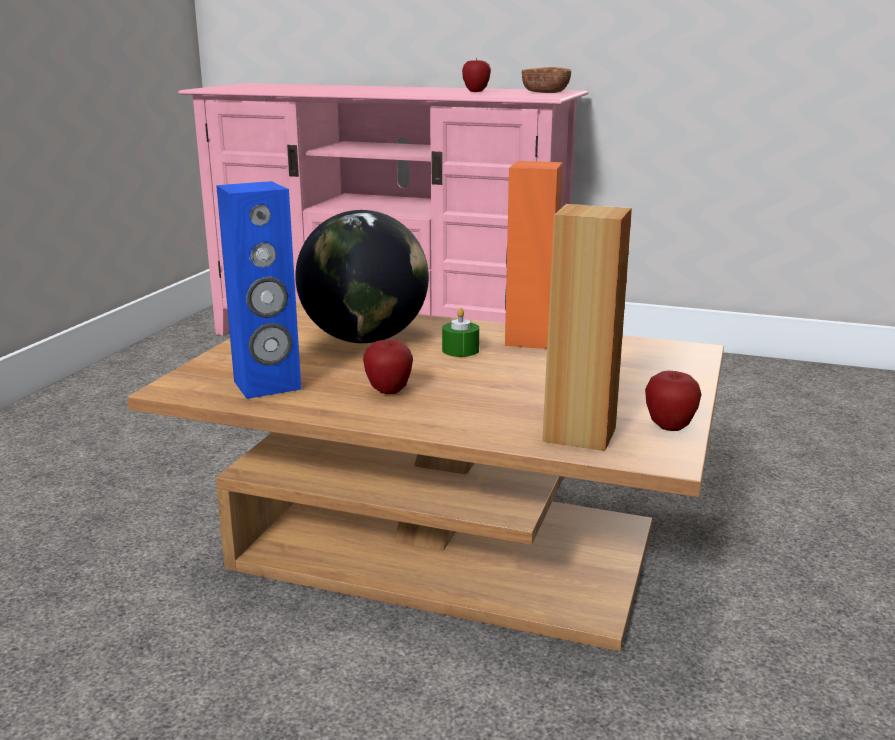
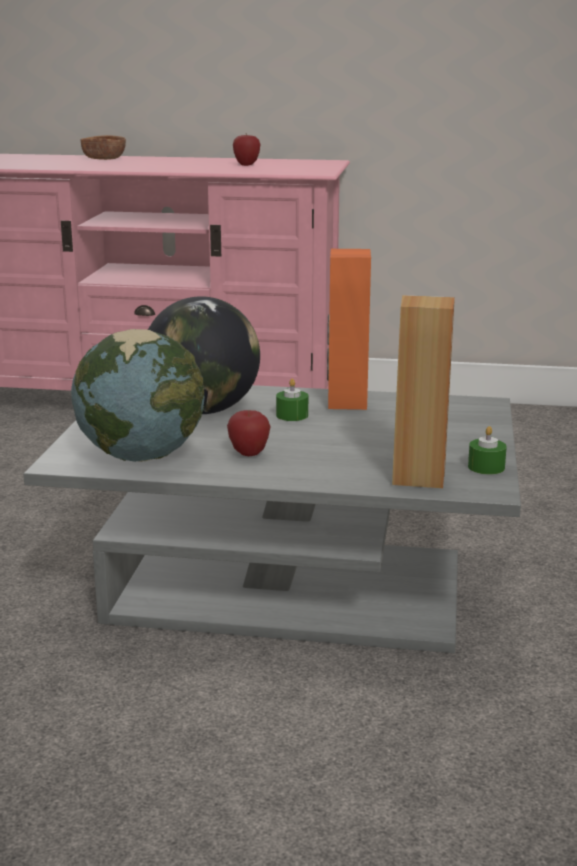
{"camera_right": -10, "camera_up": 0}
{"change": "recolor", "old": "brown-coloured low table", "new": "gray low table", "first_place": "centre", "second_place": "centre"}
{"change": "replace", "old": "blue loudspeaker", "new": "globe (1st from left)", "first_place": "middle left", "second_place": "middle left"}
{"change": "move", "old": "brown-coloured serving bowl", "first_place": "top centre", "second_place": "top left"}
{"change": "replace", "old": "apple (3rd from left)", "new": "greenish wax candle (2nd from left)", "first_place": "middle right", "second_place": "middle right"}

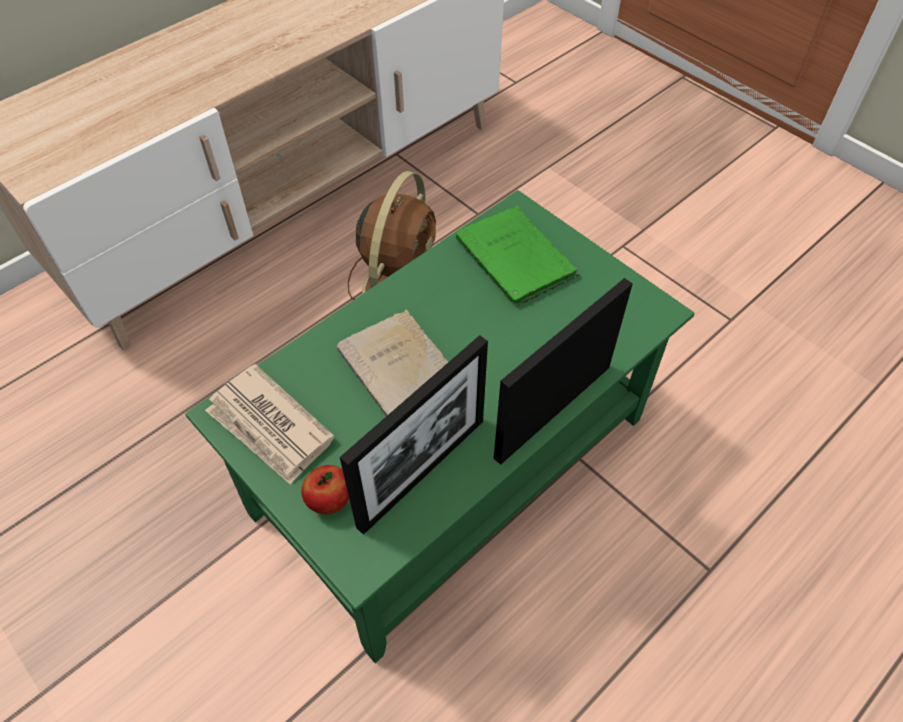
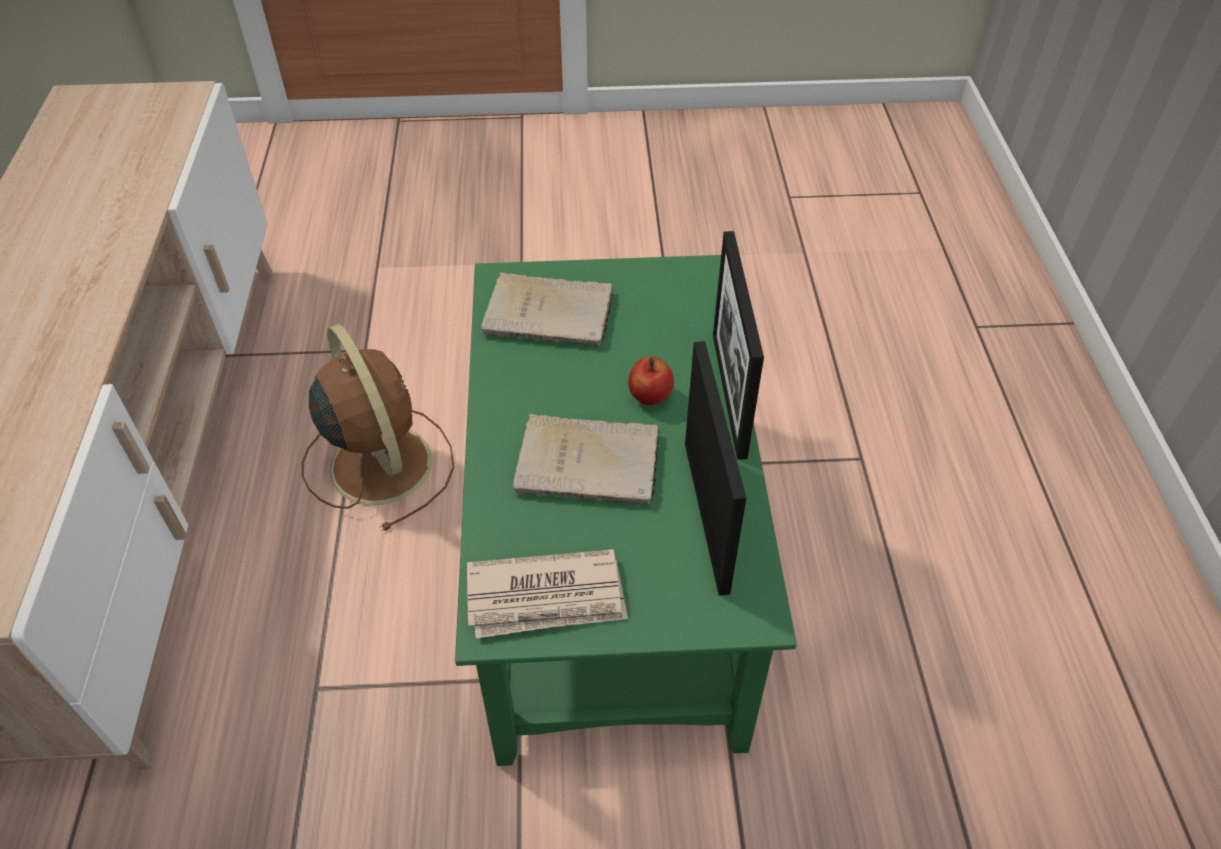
{"camera_right": -50, "camera_up": -5}
{"change": "move", "old": "apple", "first_place": "bottom centre", "second_place": "centre"}
{"change": "recolor", "old": "greenish bound book", "new": "sand-coloured bound book (1st from left)", "first_place": "centre", "second_place": "centre"}

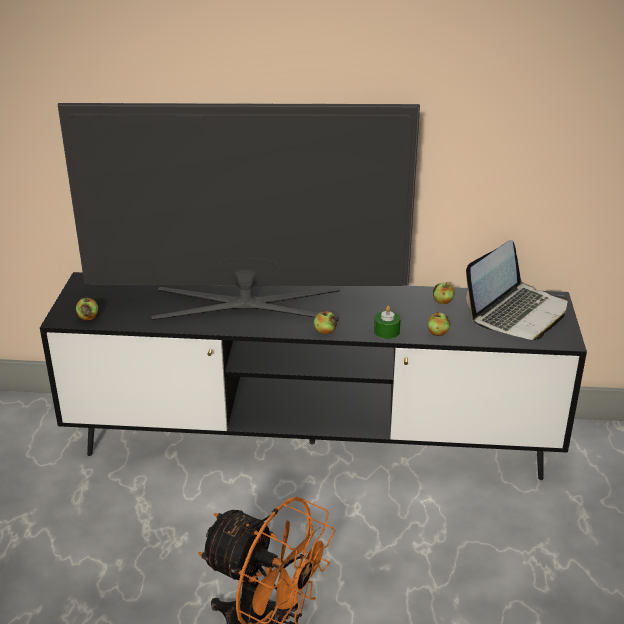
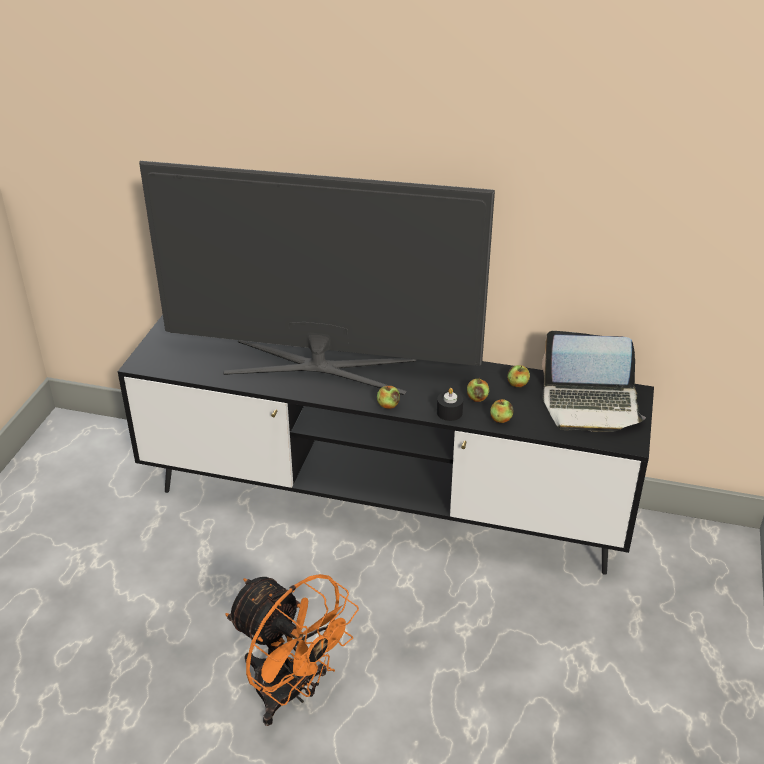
{"camera_right": 10, "camera_up": 5}
{"change": "move", "old": "apple (1st from left in the first image)", "new": "apple (2nd from left)", "first_place": "middle left", "second_place": "centre"}
{"change": "recolor", "old": "greenish wax candle", "new": "blackish wax candle", "first_place": "centre", "second_place": "centre"}
{"change": "rotate", "old": "laptop", "first_place": "middle right", "second_place": "middle right", "degrees": 45}

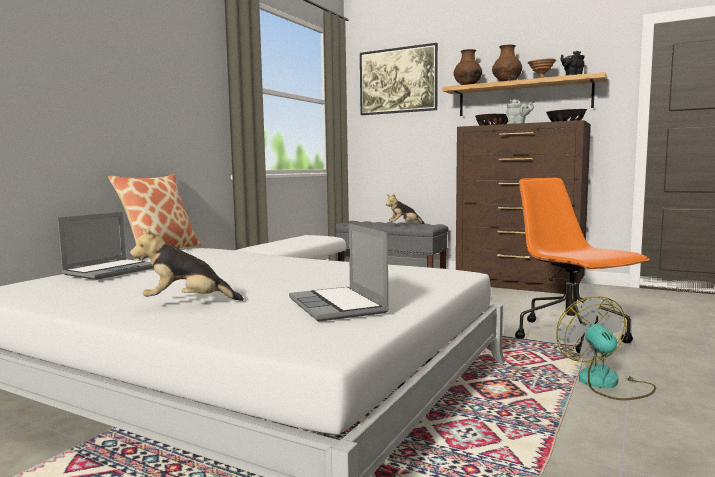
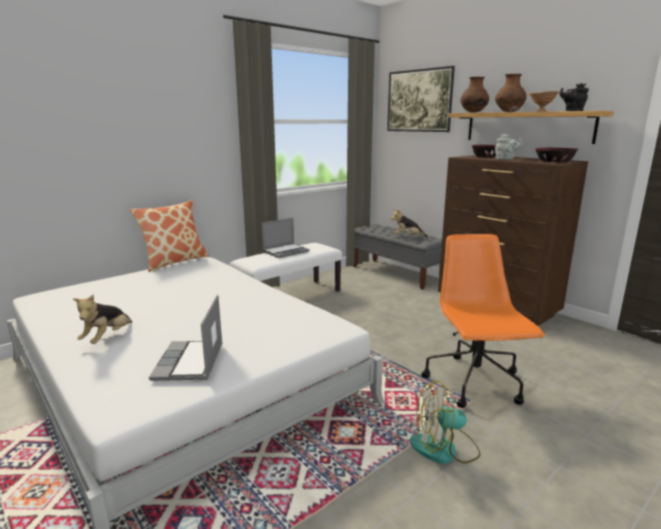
{"camera_right": 20, "camera_up": 10}
{"change": "move", "old": "laptop (1st from left in the first image)", "new": "laptop (2nd from left)", "first_place": "middle left", "second_place": "centre"}
{"change": "rotate", "old": "plush toy (1st from left)", "first_place": "middle left", "second_place": "middle left", "degrees": -90}
{"change": "rotate", "old": "electric fan", "first_place": "bottom right", "second_place": "bottom right", "degrees": -105}

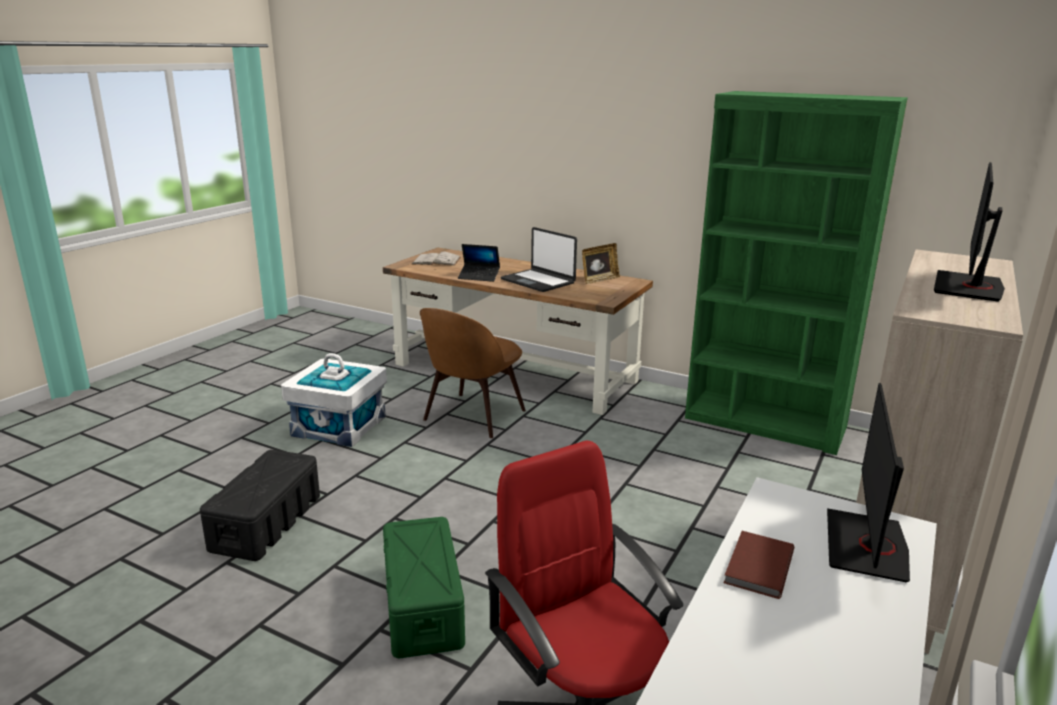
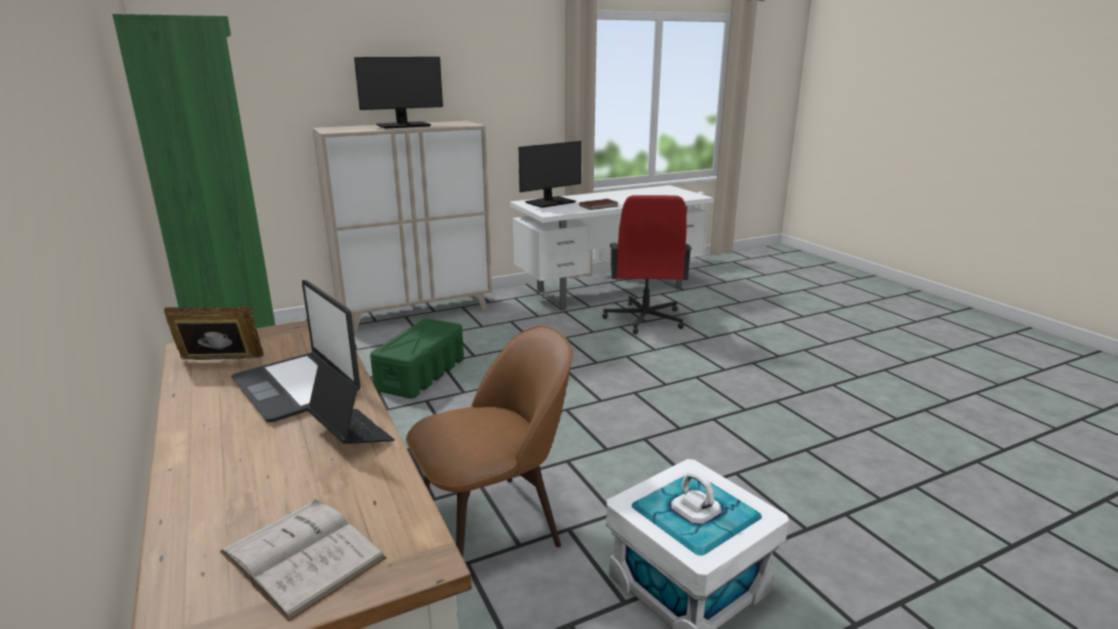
{"camera_right": -145, "camera_up": 0}
{"change": "delete", "old": "blackish storage container", "first_place": "bottom left"}
{"change": "move", "old": "greenish storage container", "first_place": "bottom centre", "second_place": "centre"}
{"change": "rotate", "old": "laptop (2nd from left in the first image)", "first_place": "centre", "second_place": "middle left", "degrees": 150}

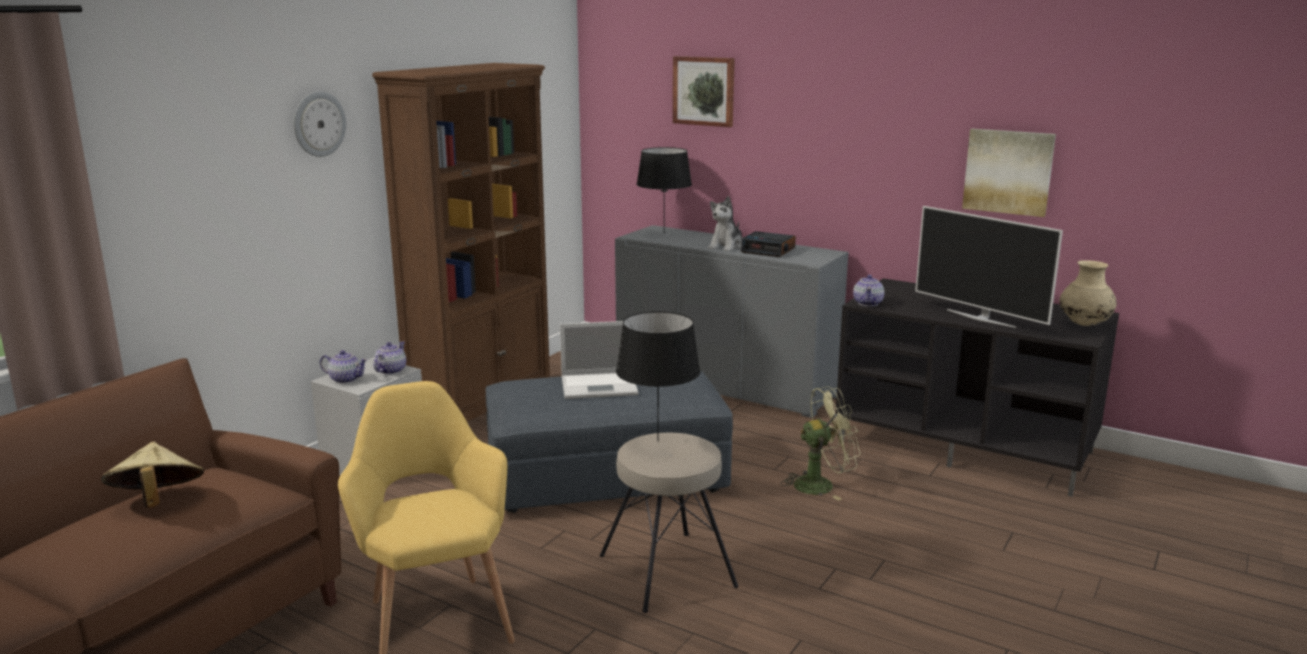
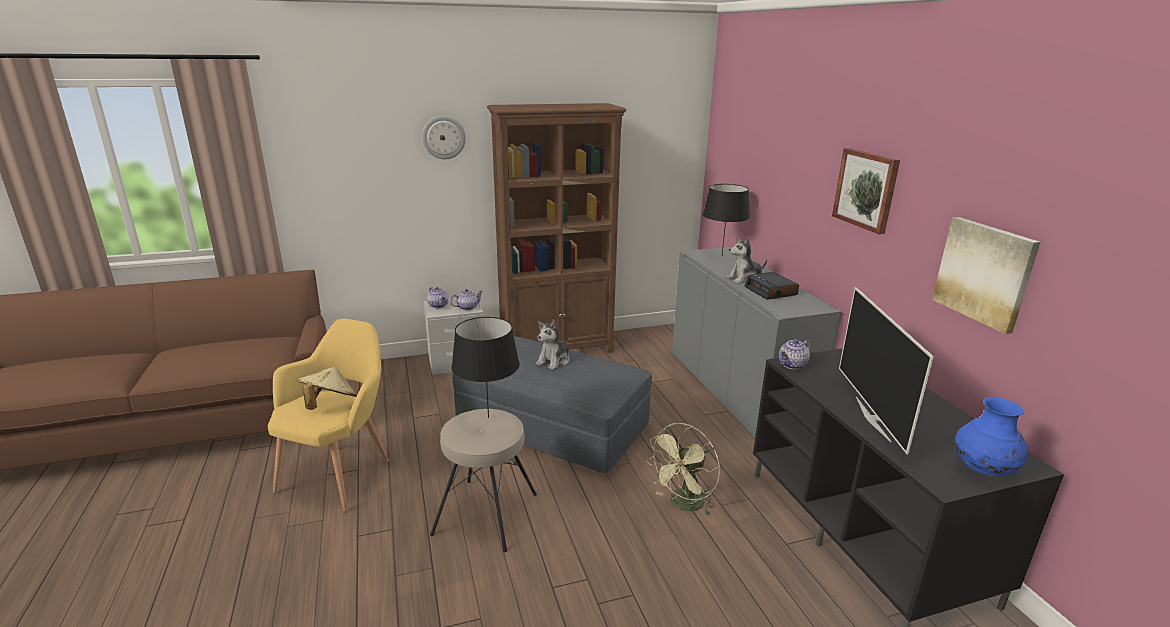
{"camera_right": 40, "camera_up": 5}
{"change": "move", "old": "sand-coloured hat", "first_place": "bottom left", "second_place": "middle left"}
{"change": "replace", "old": "laptop", "new": "plush toy (1st from left)", "first_place": "centre", "second_place": "centre"}
{"change": "move", "old": "wall art (1st from left)", "first_place": "top centre", "second_place": "top right"}
{"change": "rotate", "old": "greenish electric fan", "first_place": "bottom centre", "second_place": "bottom centre", "degrees": 105}
{"change": "recolor", "old": "sand-coloured vase", "new": "blue vase", "first_place": "middle right", "second_place": "bottom right"}

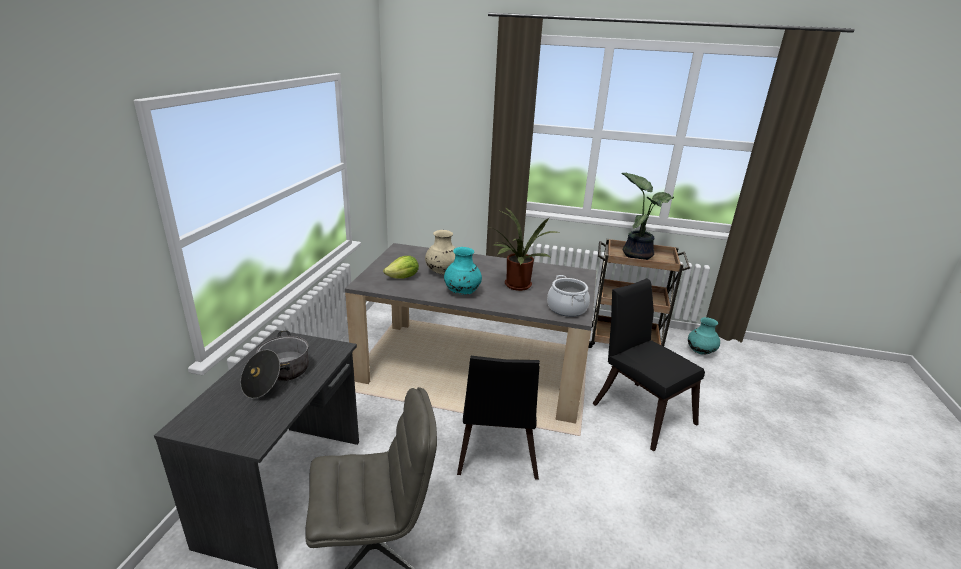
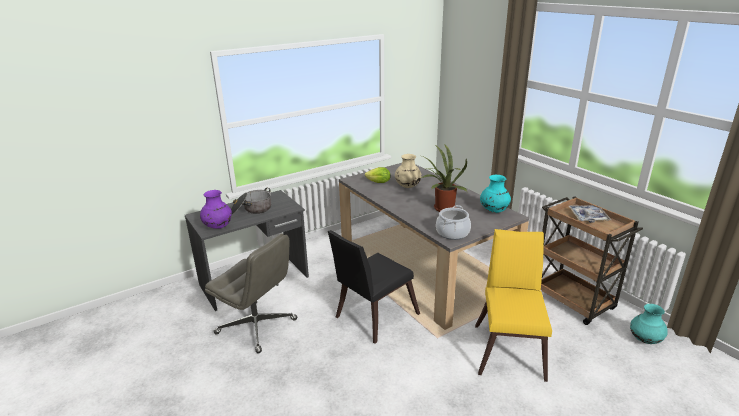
{"camera_right": 45, "camera_up": 0}
{"change": "move", "old": "turquoise-coloured vase (1st from left)", "first_place": "centre", "second_place": "middle right"}
{"change": "recolor", "old": "blackish plain chair (2nd from left)", "new": "yellowish plain chair", "first_place": "middle right", "second_place": "bottom right"}
{"change": "replace", "old": "houseplant (2nd from left)", "new": "tray", "first_place": "middle right", "second_place": "middle right"}
{"change": "insert", "new": "purple-coloured vase", "second_place": "middle left"}

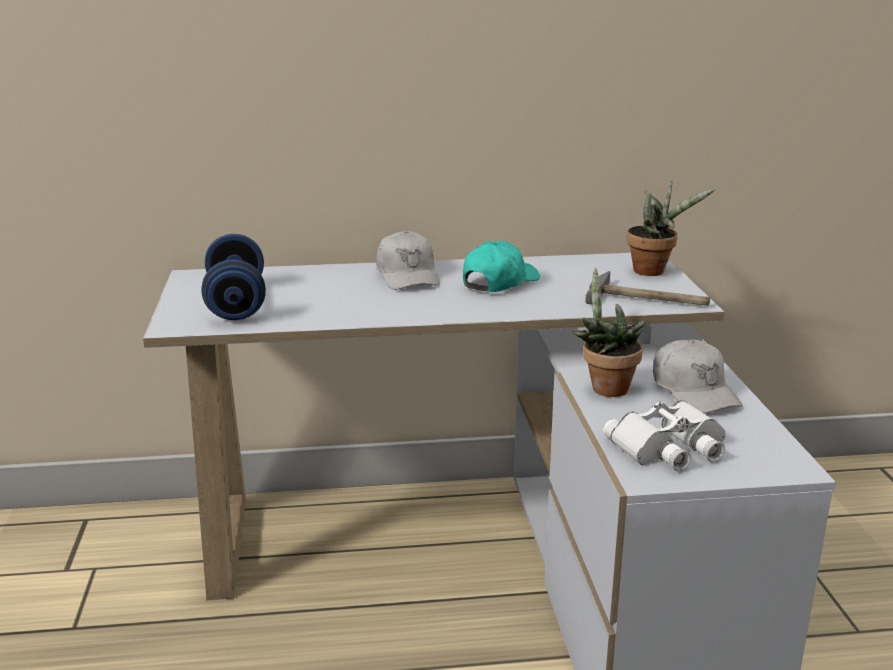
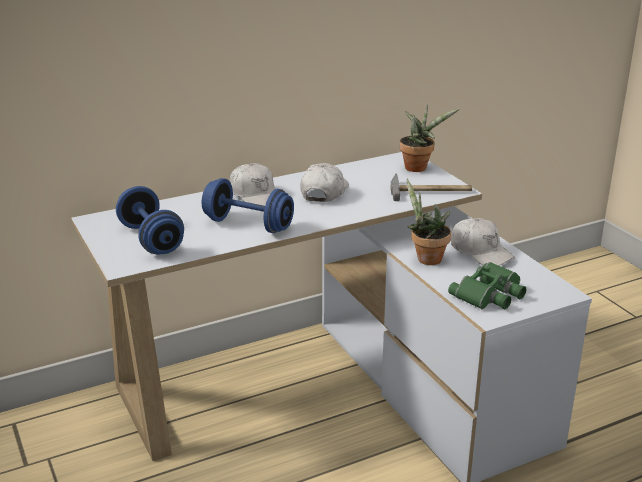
{"camera_right": -20, "camera_up": 5}
{"change": "recolor", "old": "turquoise-coloured baseball cap", "new": "whitish baseball cap (2nd from left)", "first_place": "centre", "second_place": "centre"}
{"change": "recolor", "old": "whitish pair of binoculars", "new": "greenish pair of binoculars", "first_place": "middle right", "second_place": "middle right"}
{"change": "insert", "new": "blue hand weight (2nd from left)", "second_place": "centre"}

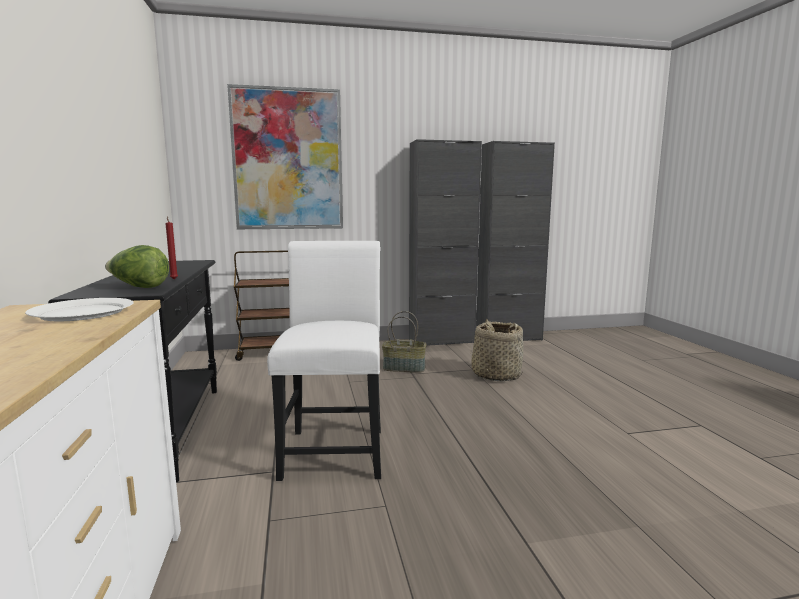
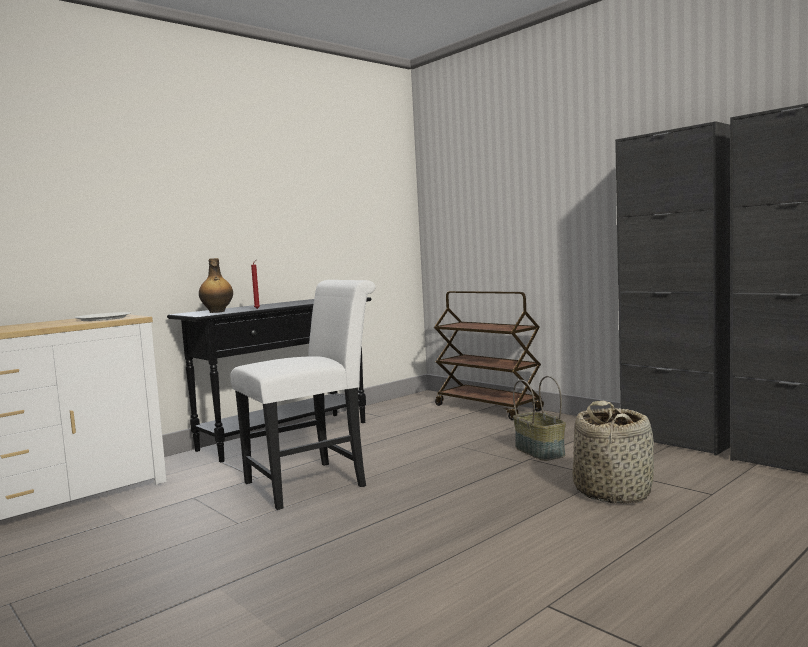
{"camera_right": 60, "camera_up": -5}
{"change": "replace", "old": "lettuce head", "new": "bottle", "first_place": "middle left", "second_place": "middle left"}
{"change": "delete", "old": "wall art", "first_place": "top centre"}

